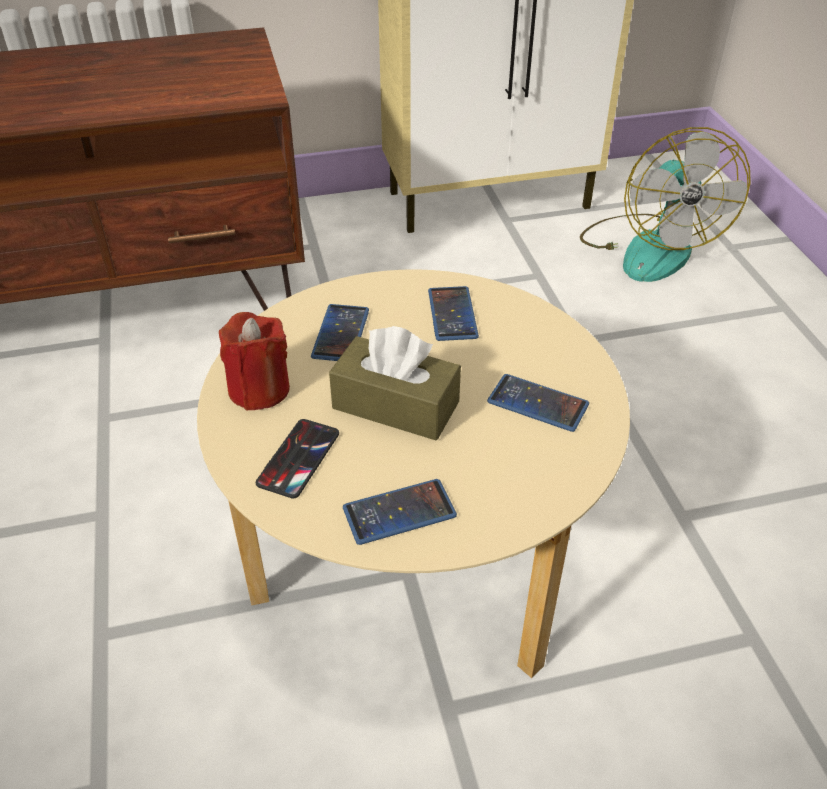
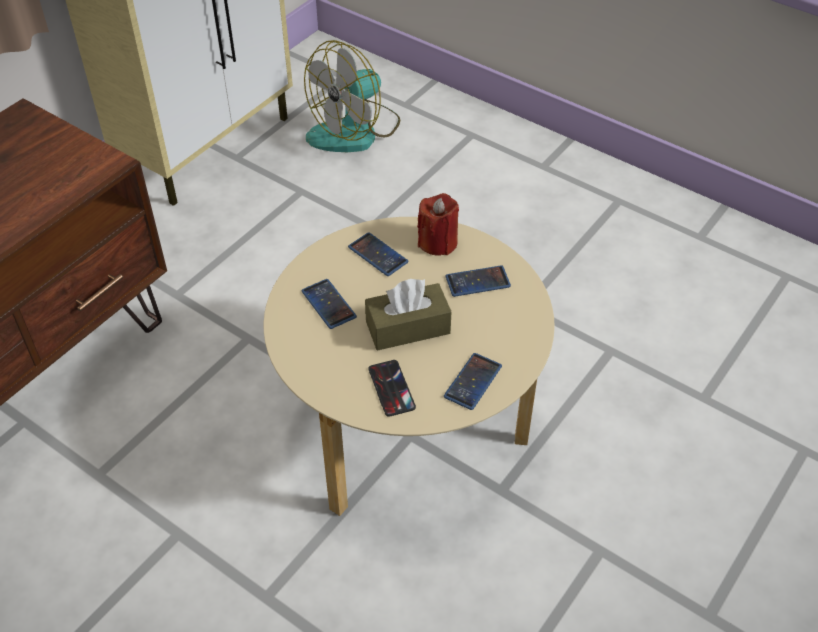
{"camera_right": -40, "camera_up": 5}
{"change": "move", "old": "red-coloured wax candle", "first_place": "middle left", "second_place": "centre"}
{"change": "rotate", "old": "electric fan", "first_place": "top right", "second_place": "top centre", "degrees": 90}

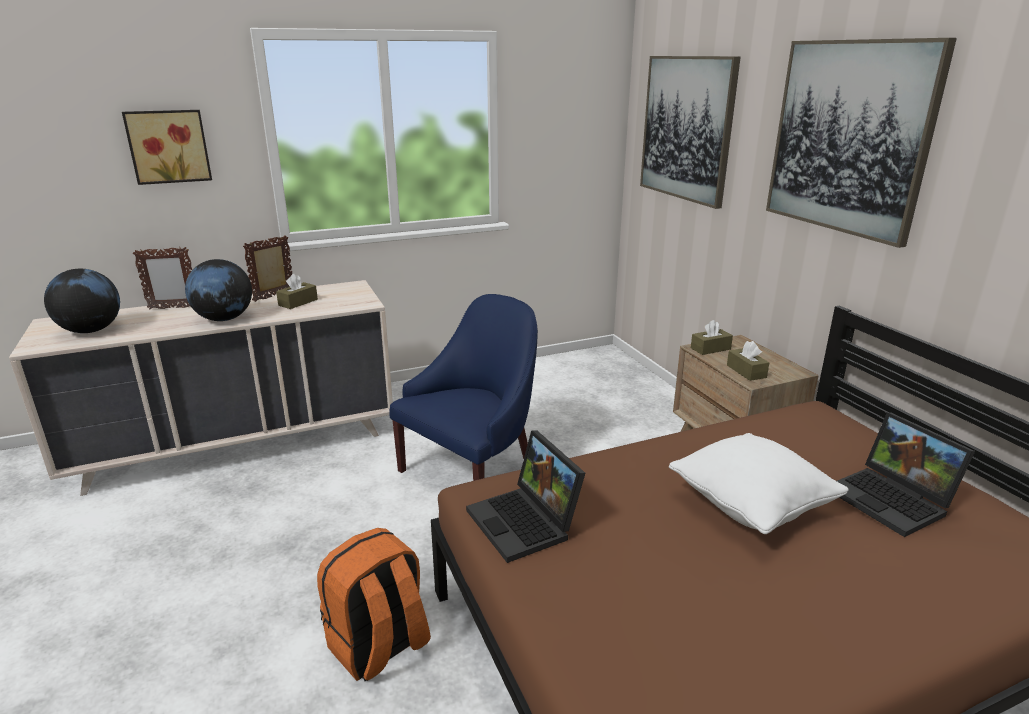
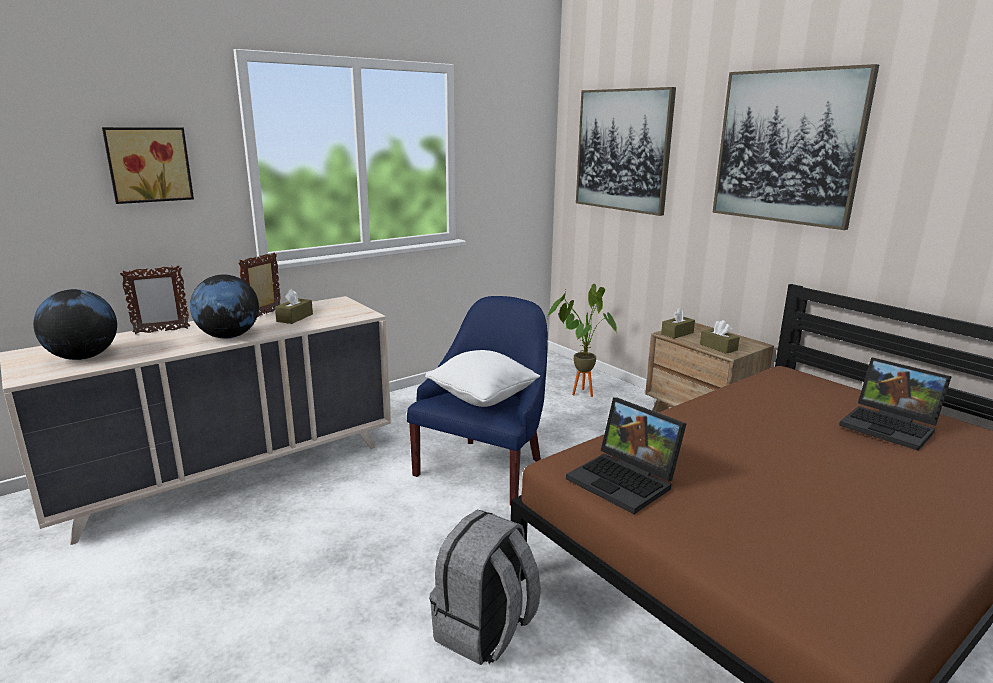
{"camera_right": -15, "camera_up": -5}
{"change": "recolor", "old": "orange rucksack", "new": "gray rucksack", "first_place": "bottom centre", "second_place": "bottom centre"}
{"change": "move", "old": "whitish cushion", "first_place": "bottom right", "second_place": "centre"}
{"change": "insert", "new": "houseplant", "second_place": "centre"}

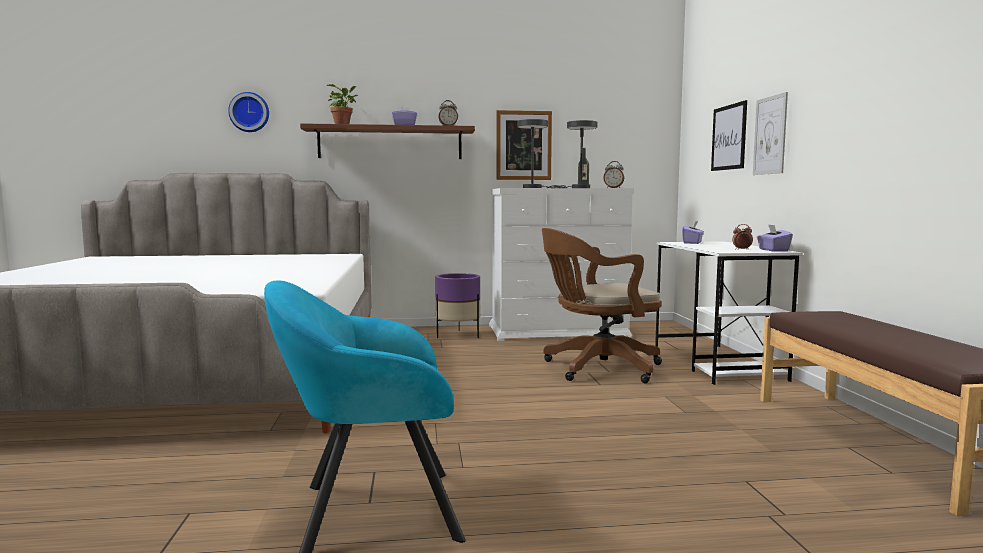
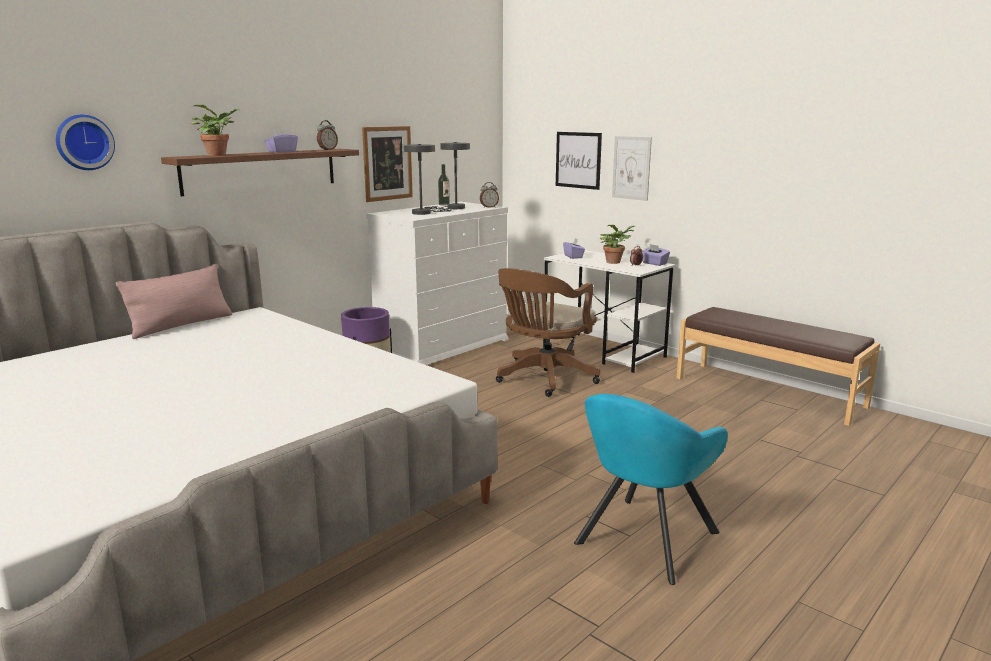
{"camera_right": -40, "camera_up": 10}
{"change": "insert", "new": "pink-coloured cushion", "second_place": "middle left"}
{"change": "insert", "new": "houseplant (2nd from left)", "second_place": "centre"}

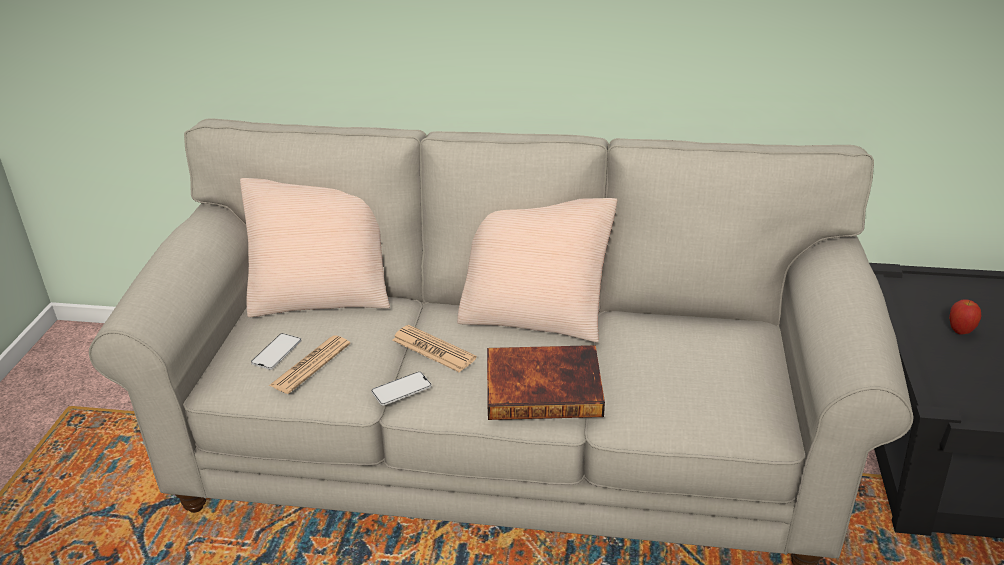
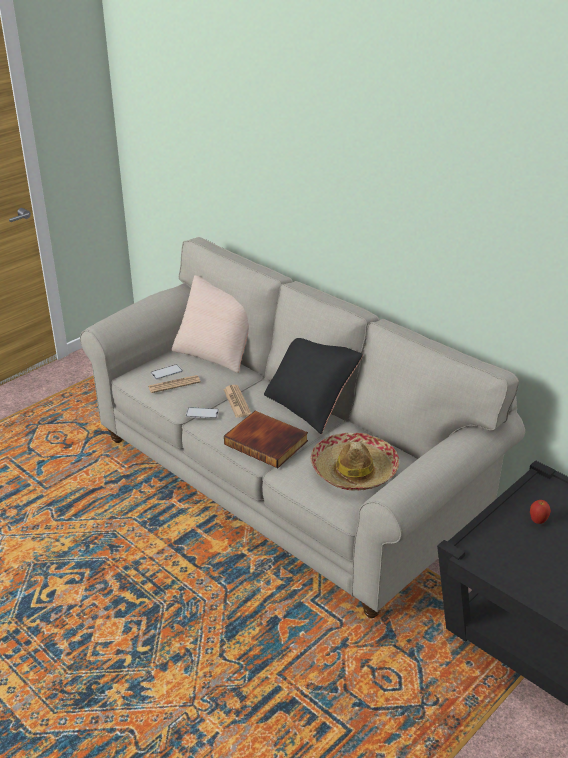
{"camera_right": 35, "camera_up": 0}
{"change": "recolor", "old": "sand-coloured cushion (2nd from left)", "new": "blackish cushion", "first_place": "centre", "second_place": "centre"}
{"change": "insert", "new": "hat", "second_place": "centre"}

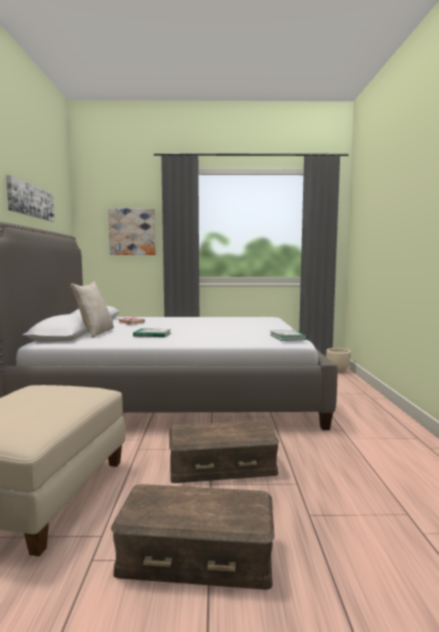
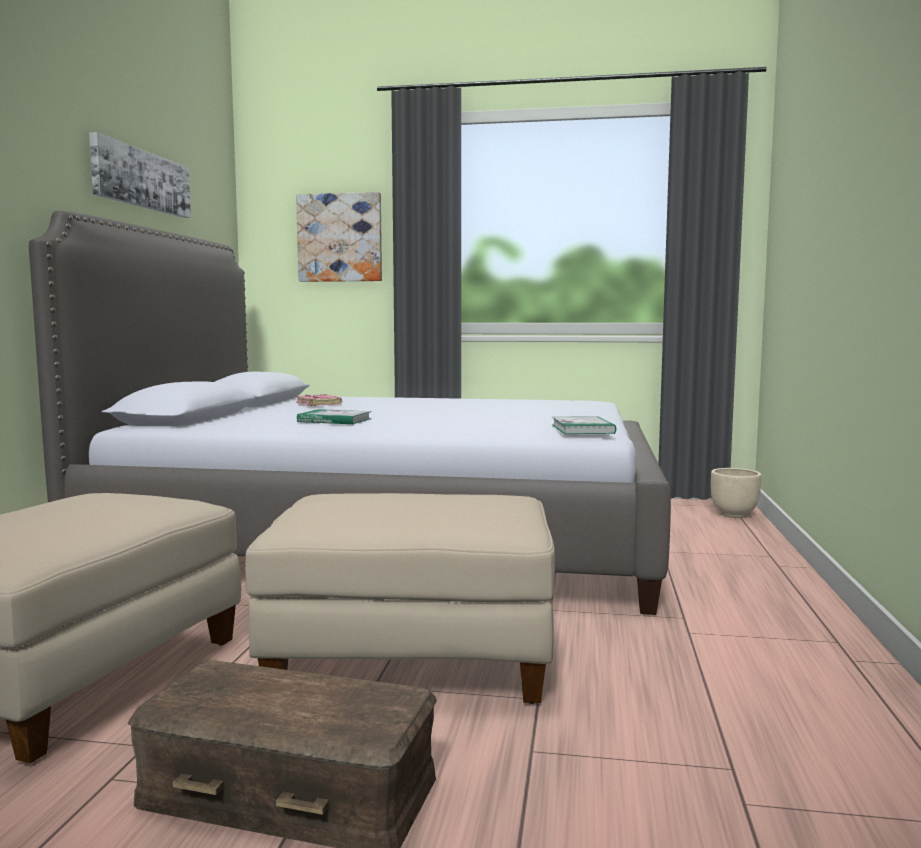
{"camera_right": 10, "camera_up": 0}
{"change": "delete", "old": "sand-coloured cushion", "first_place": "middle left"}
{"change": "replace", "old": "brown-coloured storage container (2nd from left)", "new": "sand-coloured ottoman (2nd from left)", "first_place": "bottom centre", "second_place": "bottom centre"}

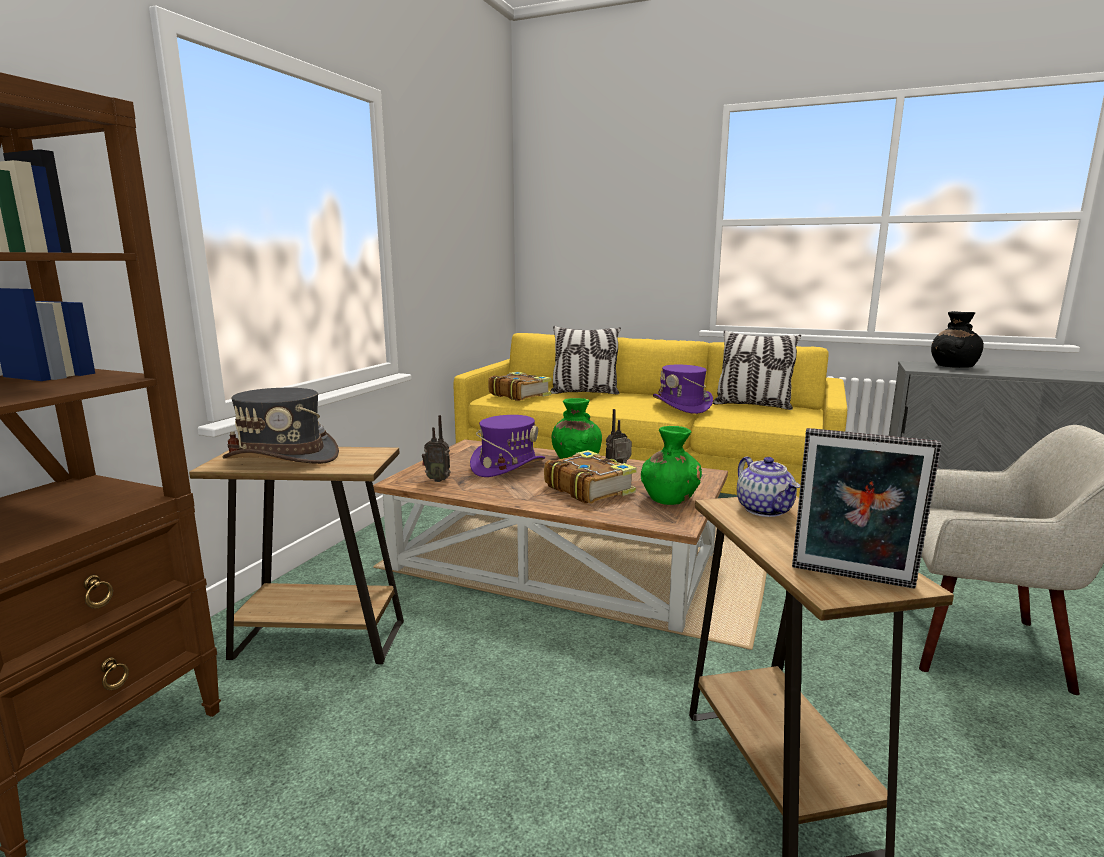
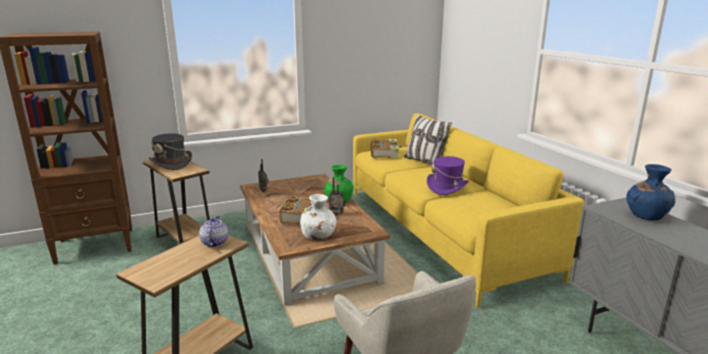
{"camera_right": 45, "camera_up": 5}
{"change": "delete", "old": "purple-coloured hat (1st from left)", "first_place": "centre"}
{"change": "recolor", "old": "greenish vase (2nd from left)", "new": "whitish vase", "first_place": "centre", "second_place": "centre"}
{"change": "delete", "old": "cushion (2nd from left)", "first_place": "middle right"}
{"change": "rotate", "old": "pot for tea", "first_place": "middle right", "second_place": "middle left", "degrees": 150}
{"change": "delete", "old": "standing frame", "first_place": "middle right"}
{"change": "recolor", "old": "blackish vase", "new": "blue vase", "first_place": "middle right", "second_place": "middle right"}

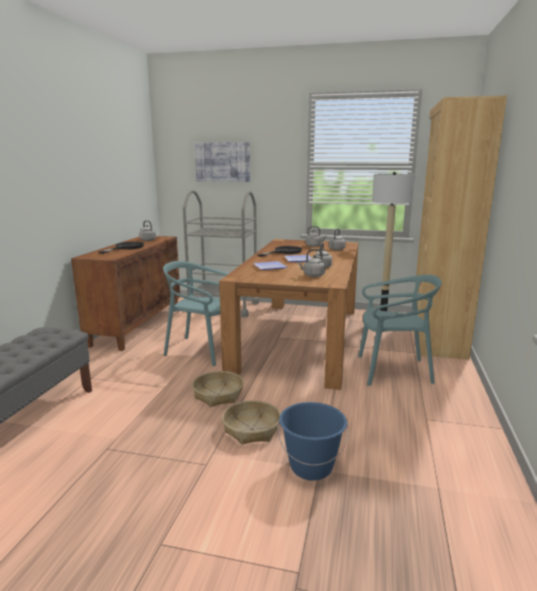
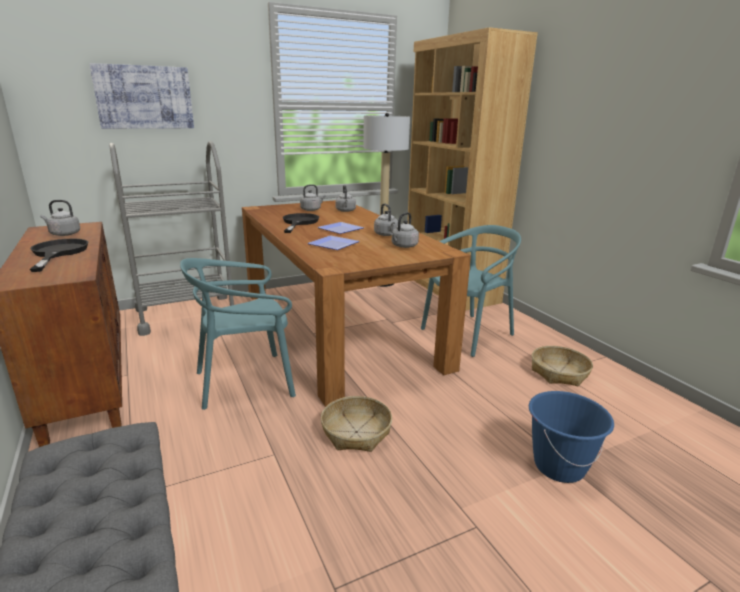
{"camera_right": -40, "camera_up": 5}
{"change": "move", "old": "household basket (2nd from left)", "first_place": "bottom centre", "second_place": "middle right"}

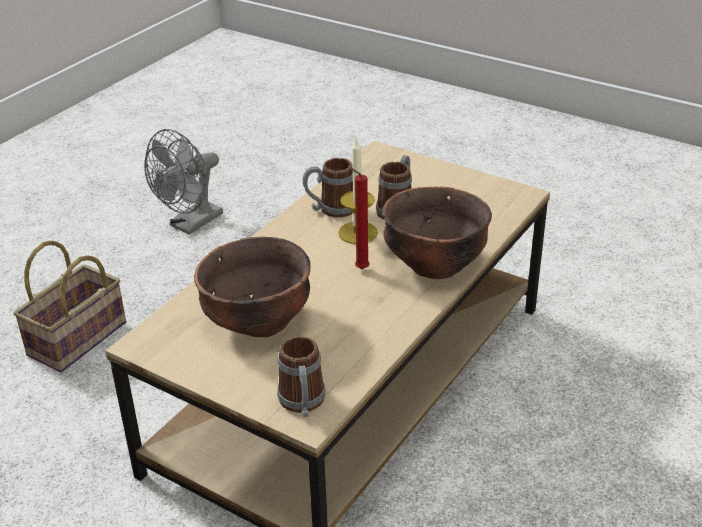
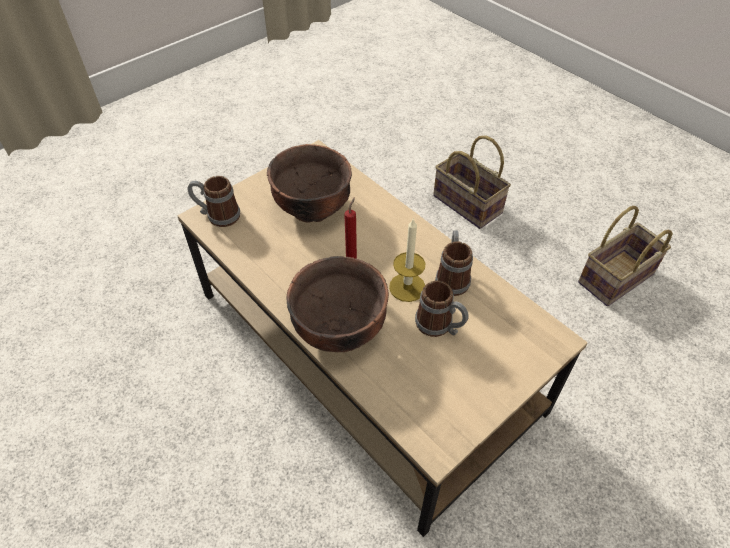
{"camera_right": 105, "camera_up": 15}
{"change": "replace", "old": "gray electric fan", "new": "household basket (2nd from left)", "first_place": "middle left", "second_place": "middle right"}

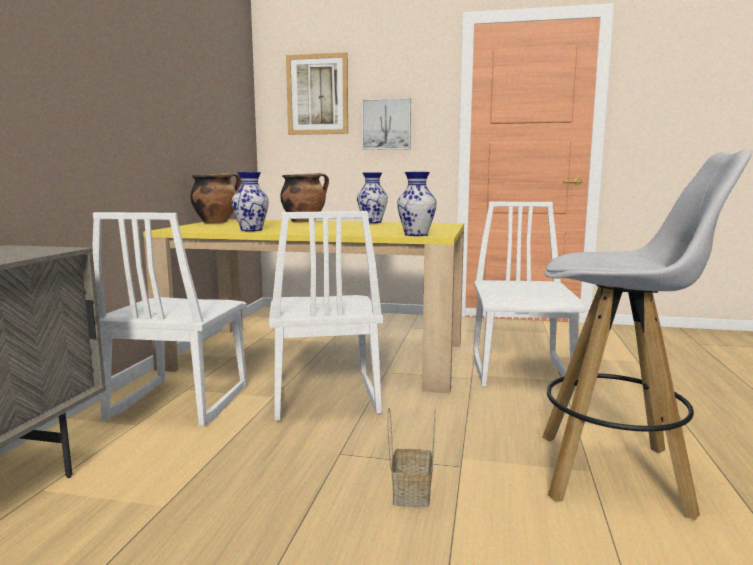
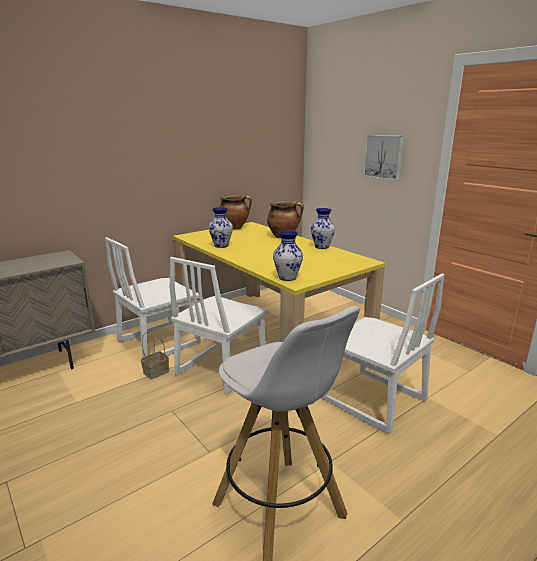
{"camera_right": 40, "camera_up": 10}
{"change": "delete", "old": "wall art (1st from left)", "first_place": "top centre"}
{"change": "move", "old": "household basket", "first_place": "bottom centre", "second_place": "middle left"}
{"change": "rotate", "old": "whitish plain chair (3rd from left)", "first_place": "middle right", "second_place": "middle right", "degrees": 90}

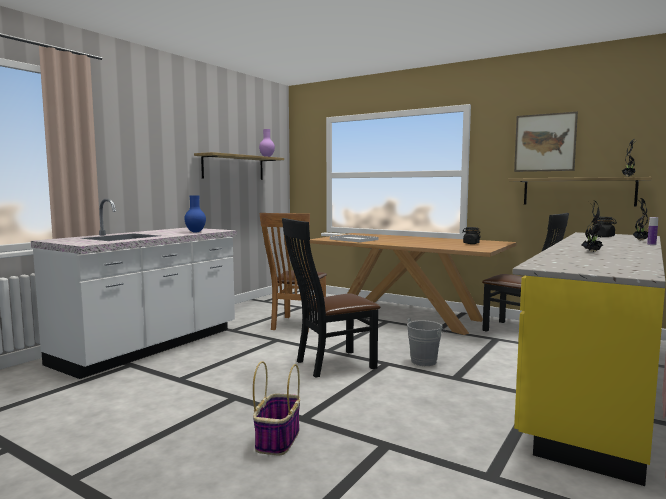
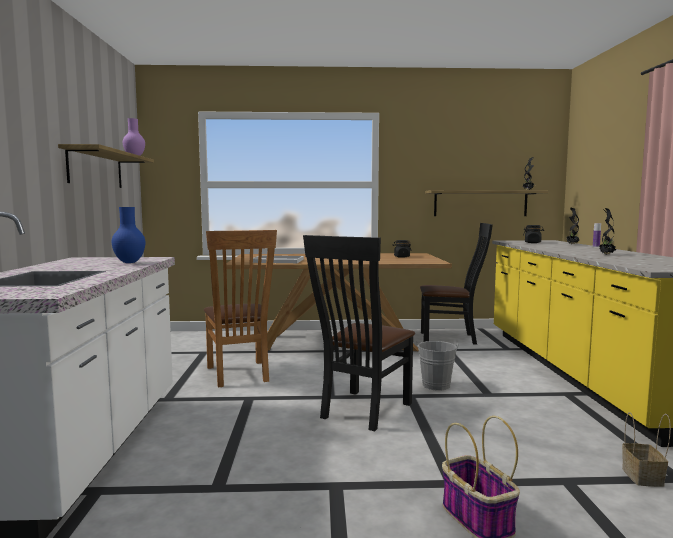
{"camera_right": -35, "camera_up": 0}
{"change": "delete", "old": "wall art", "first_place": "top right"}
{"change": "insert", "new": "household basket (2nd from left)", "second_place": "bottom right"}

